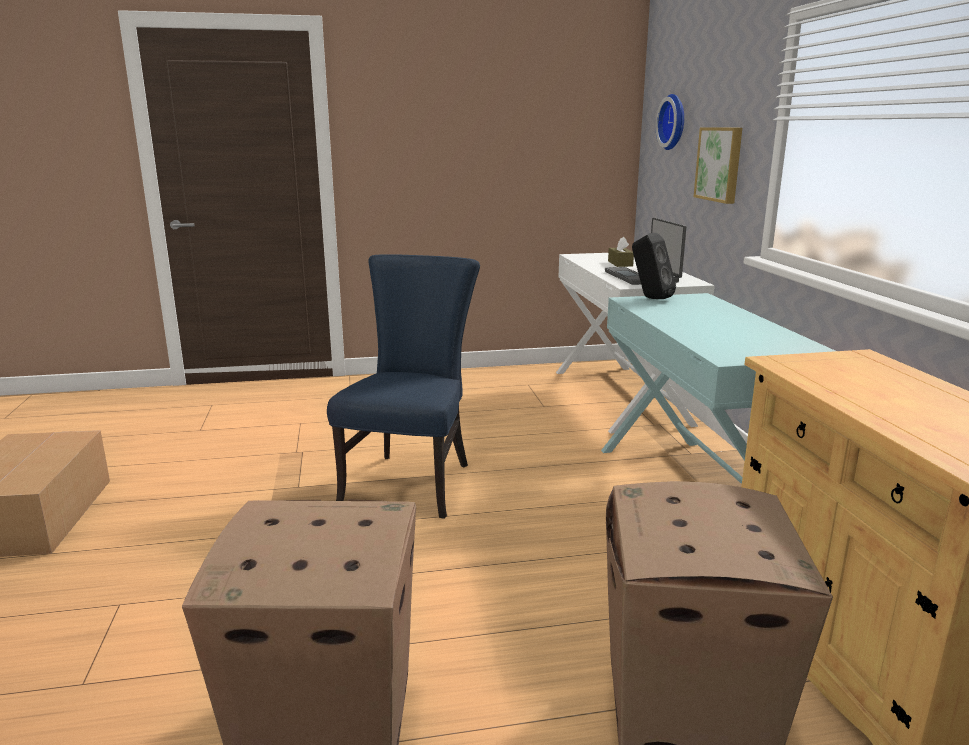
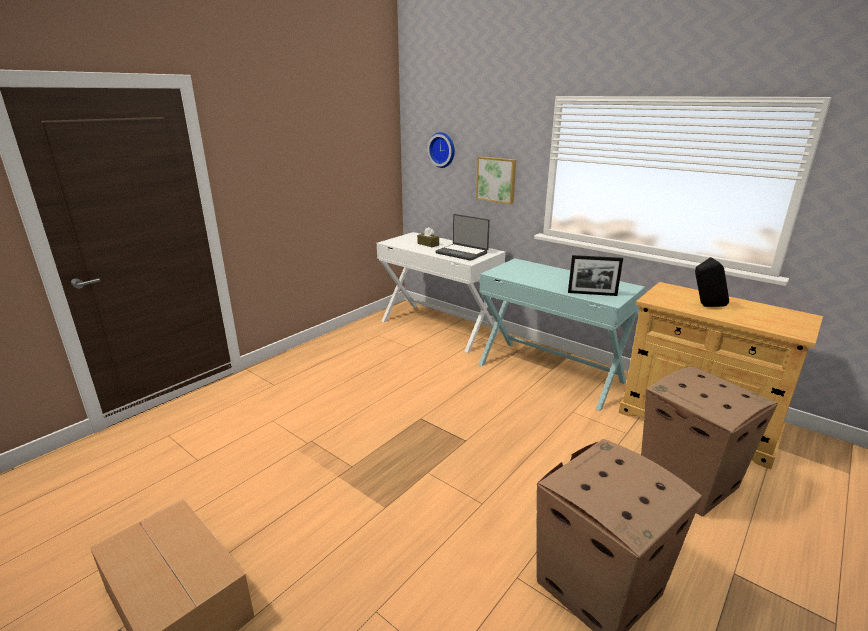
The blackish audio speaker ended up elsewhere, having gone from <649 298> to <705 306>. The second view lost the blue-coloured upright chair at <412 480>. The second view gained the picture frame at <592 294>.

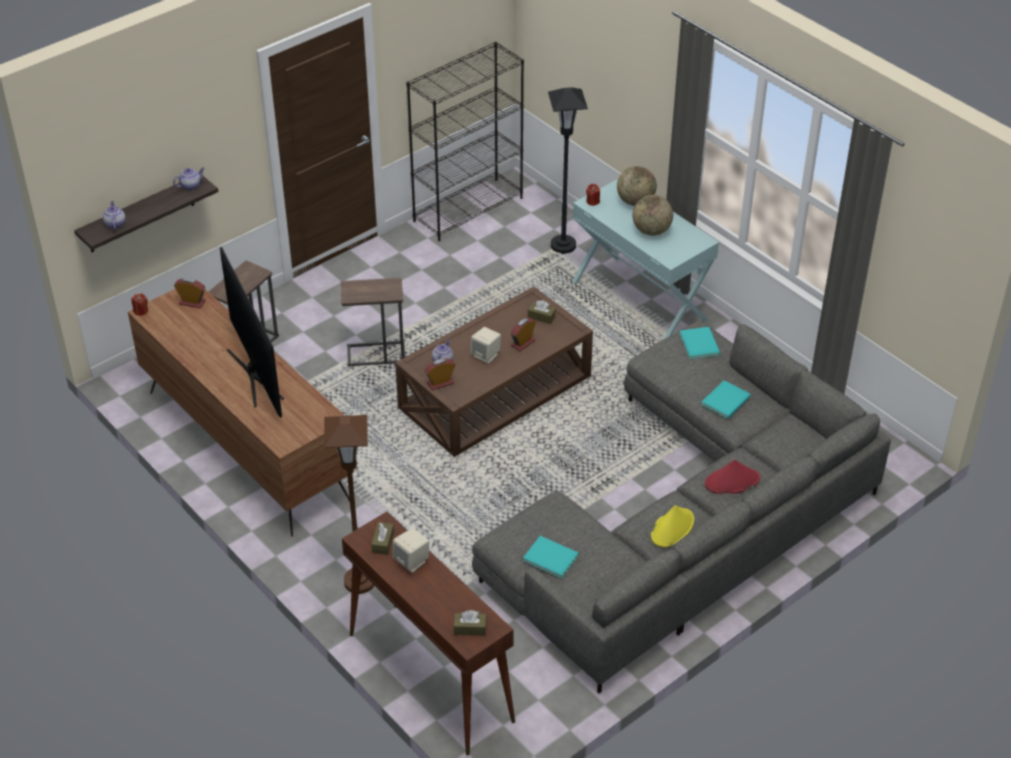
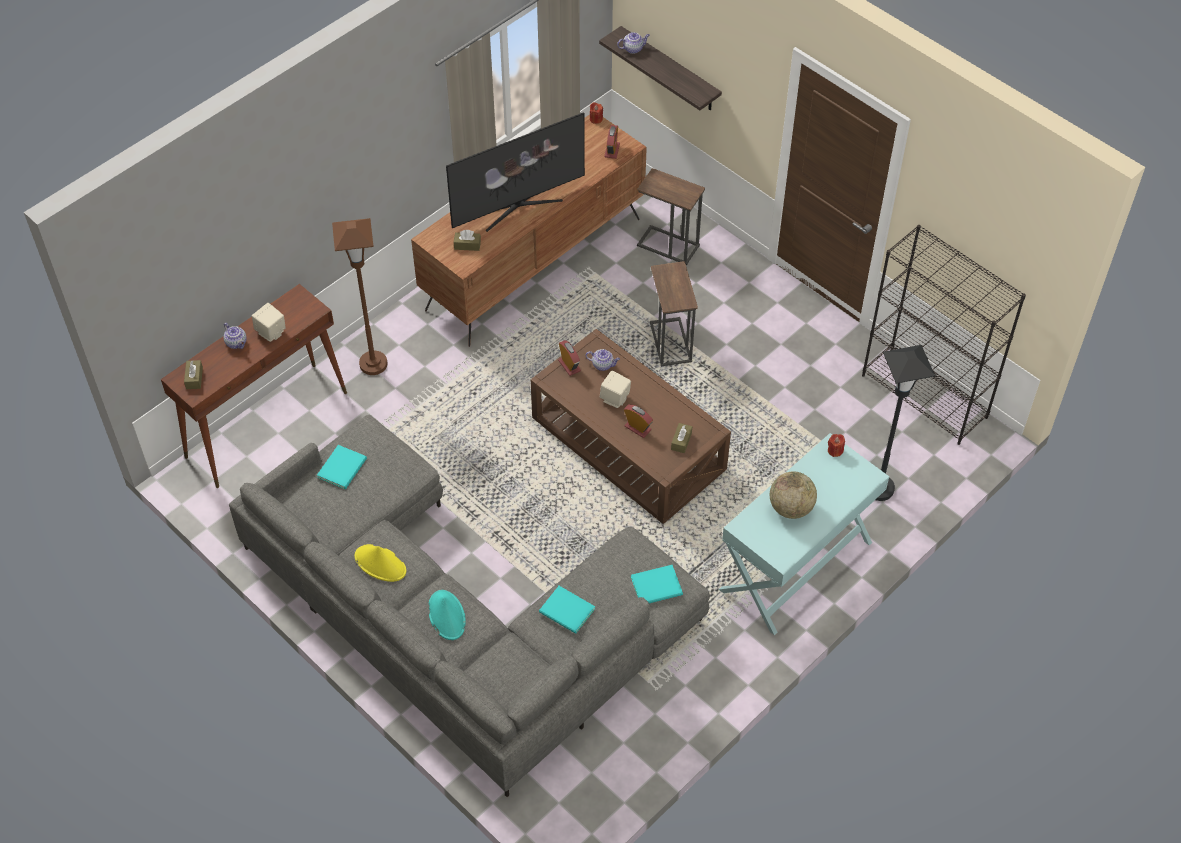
The second view lost the desk globe at <635 201>. The teapot ended up elsewhere, having gone from <191 185> to <237 343>. What was the red hat at <732 481> turned into the turquoise-coloured hat at <446 615>. The brown-coloured tissue box ended up elsewhere, having gone from <383 542> to <467 245>.

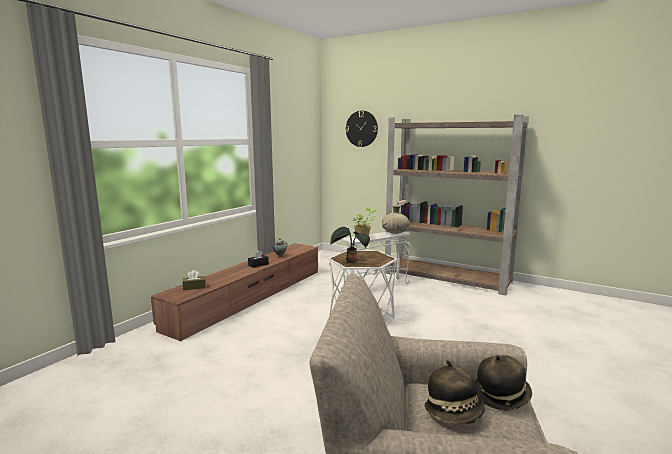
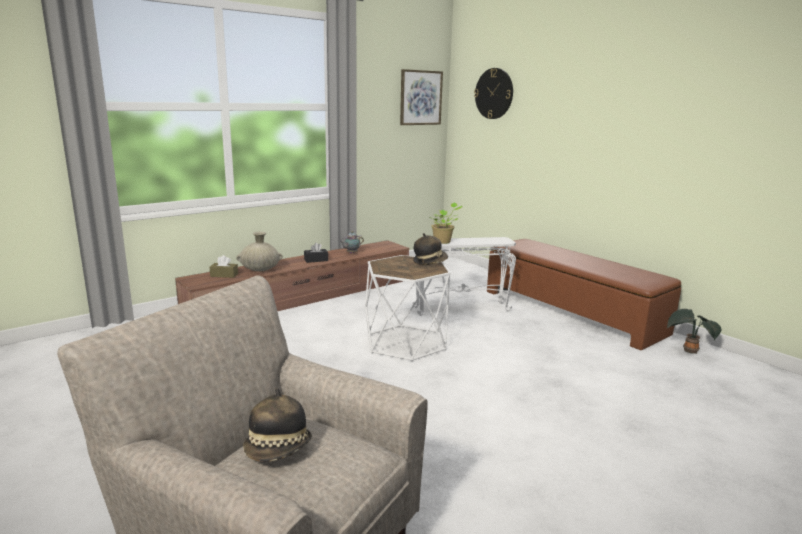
Where the brown-coloured bookcase stood at <446 277>, the brown-coloured bench came to stand at <572 311>. The beige decorative vase ended up elsewhere, having gone from <395 232> to <260 269>. The houseplant ended up elsewhere, having gone from <350 262> to <688 351>. The hat ended up elsewhere, having gone from <501 395> to <430 262>. The second view gained the picture at <420 98>.

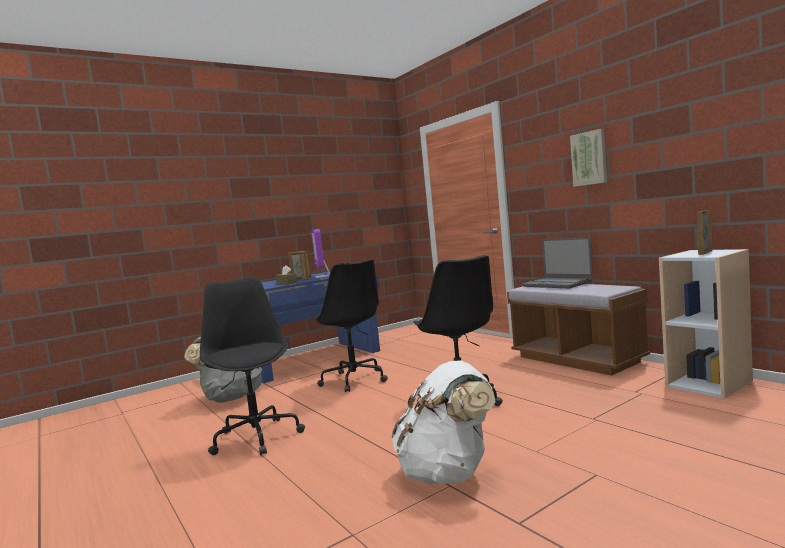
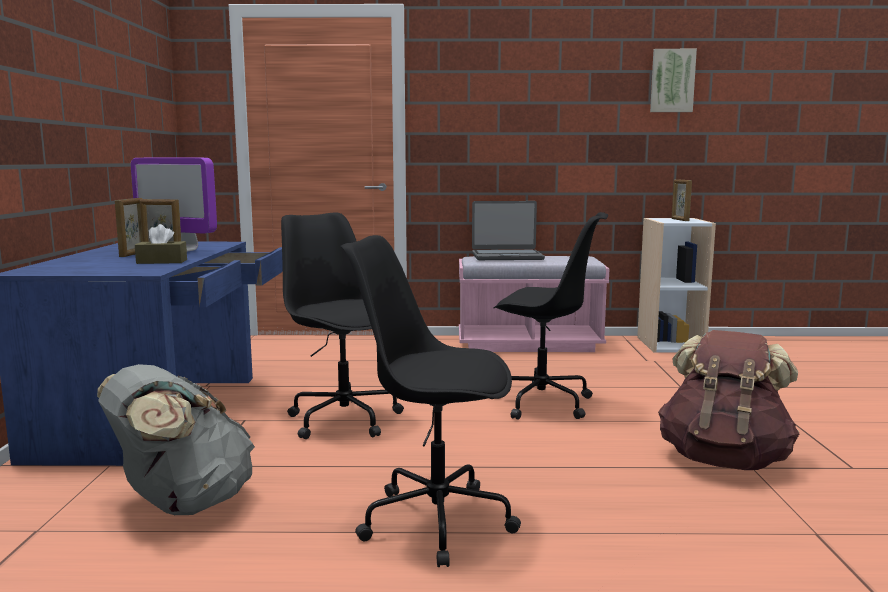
The picture ended up elsewhere, having gone from <589 158> to <672 81>. The blackish computer chair at <355 381> ended up facing another way, 135 degrees counterclockwise from before. What was the brown-coloured bench at <577 359> turned into the pink-coloured bench at <528 344>. What was the whitish rucksack at <448 473> turned into the brown-coloured rucksack at <724 460>.

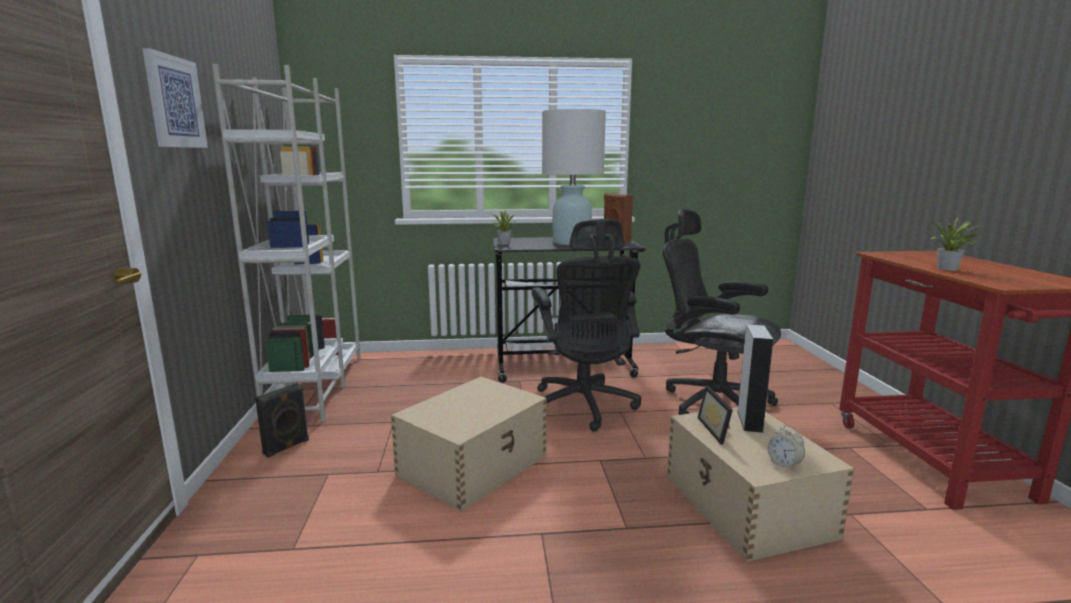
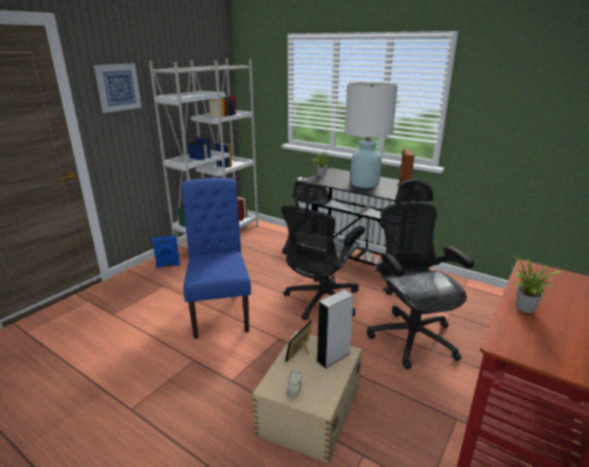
Where the beige storage box stood at <474 465>, the blue-coloured upright chair came to stand at <220 310>. What was the blackish audio speaker at <287 447> turned into the blue-coloured audio speaker at <168 265>.

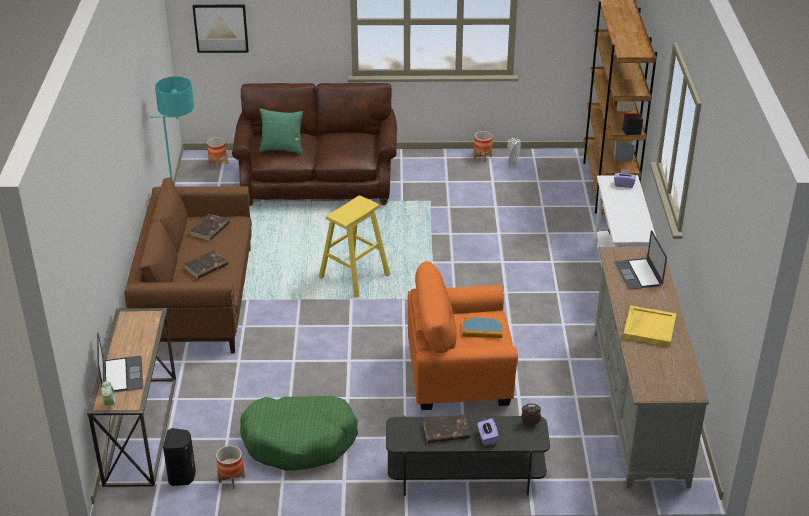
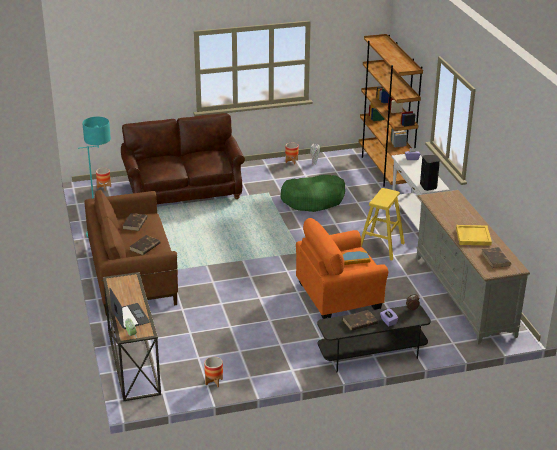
The second view lost the picture at <221 28>. The second view lost the greenish pillow at <282 150>. The yellowish stool ended up elsewhere, having gone from <354 276> to <381 247>. The second view lost the portable computer at <638 274>. The greenish pet bed ended up elsewhere, having gone from <299 440> to <313 200>. The blackish audio speaker ended up elsewhere, having gone from <182 476> to <429 186>. The second view gained the brown-coloured bound book at <496 259>.

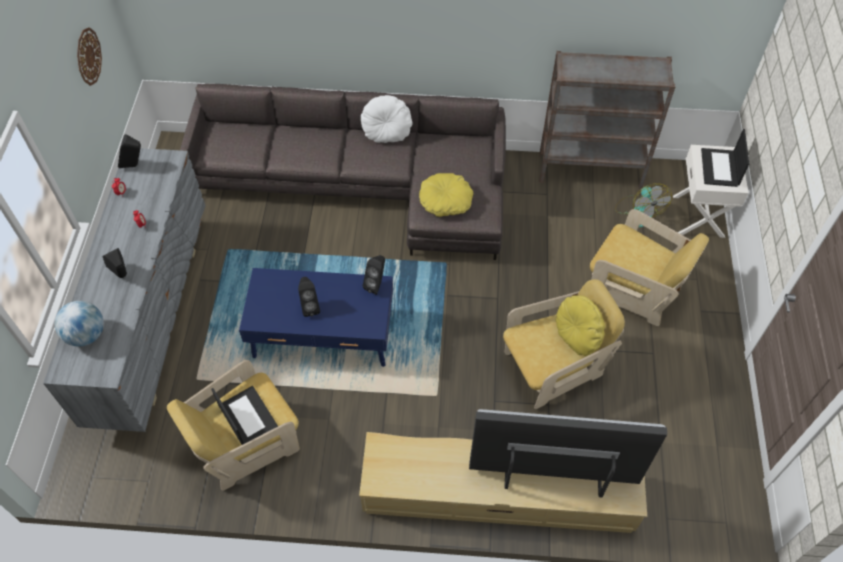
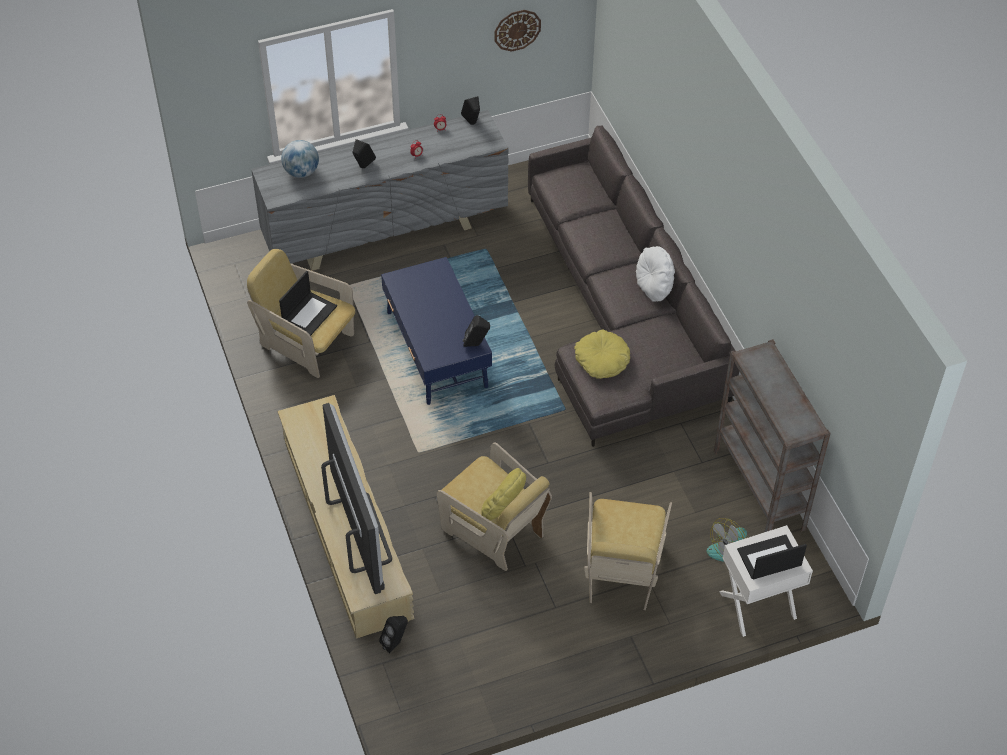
The blackish audio speaker ended up elsewhere, having gone from <310 306> to <395 643>.

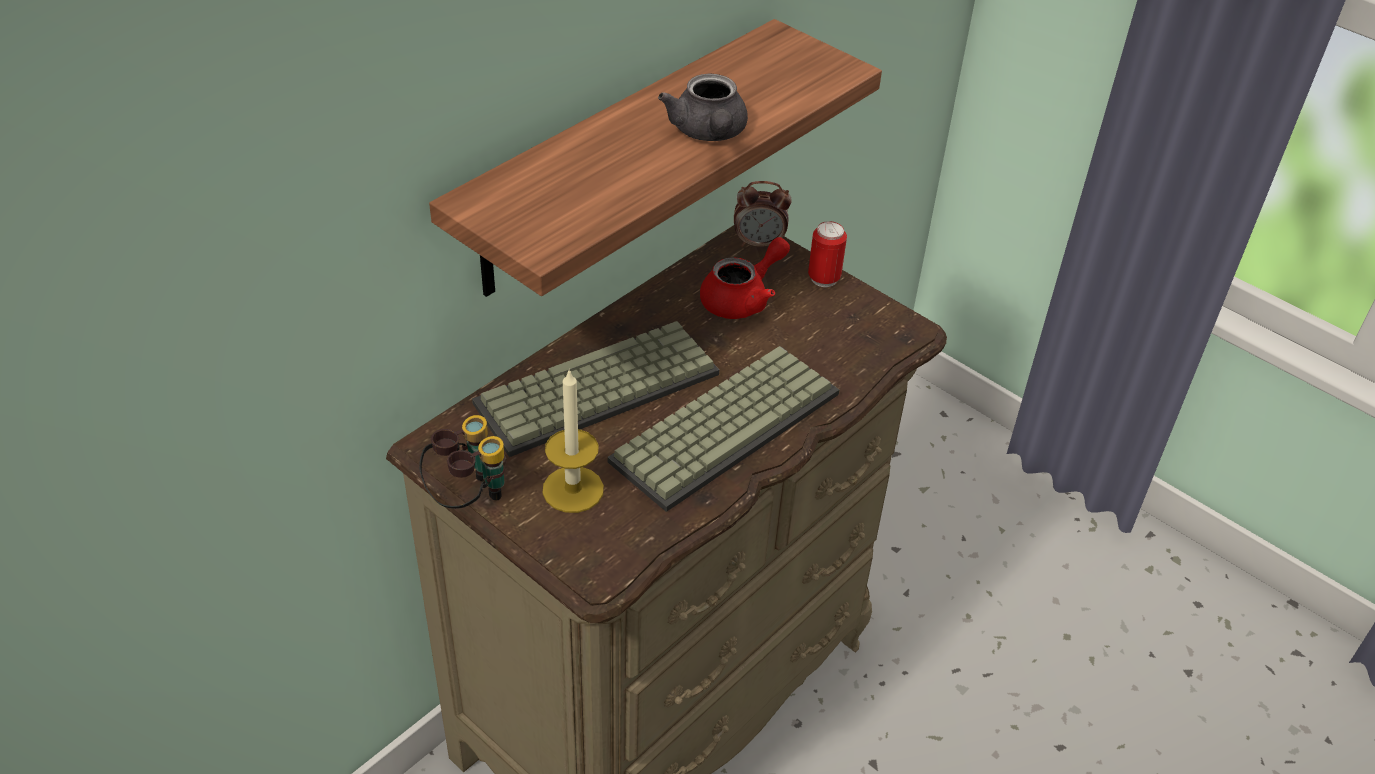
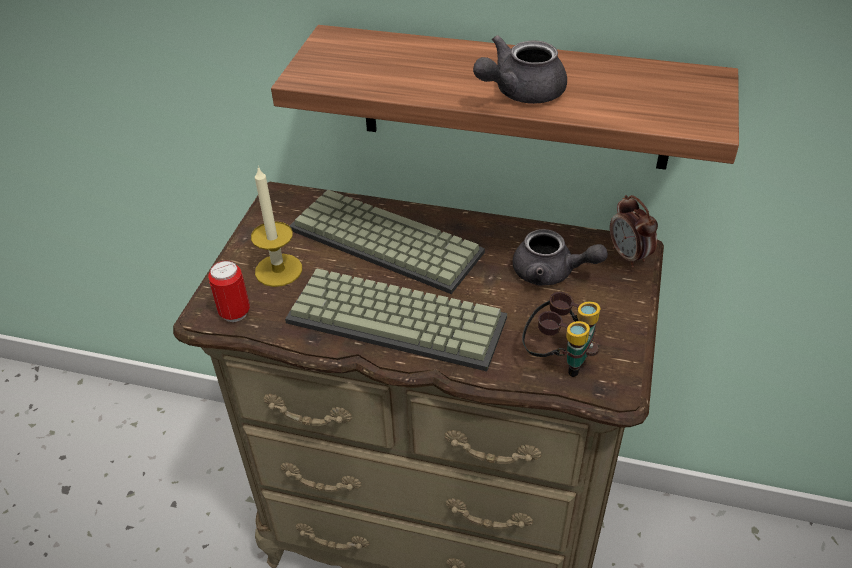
The sealed can ended up elsewhere, having gone from <823 279> to <235 313>. What was the red teapot at <742 298> turned into the gray teapot at <551 273>. The pair of binoculars ended up elsewhere, having gone from <468 496> to <559 358>.

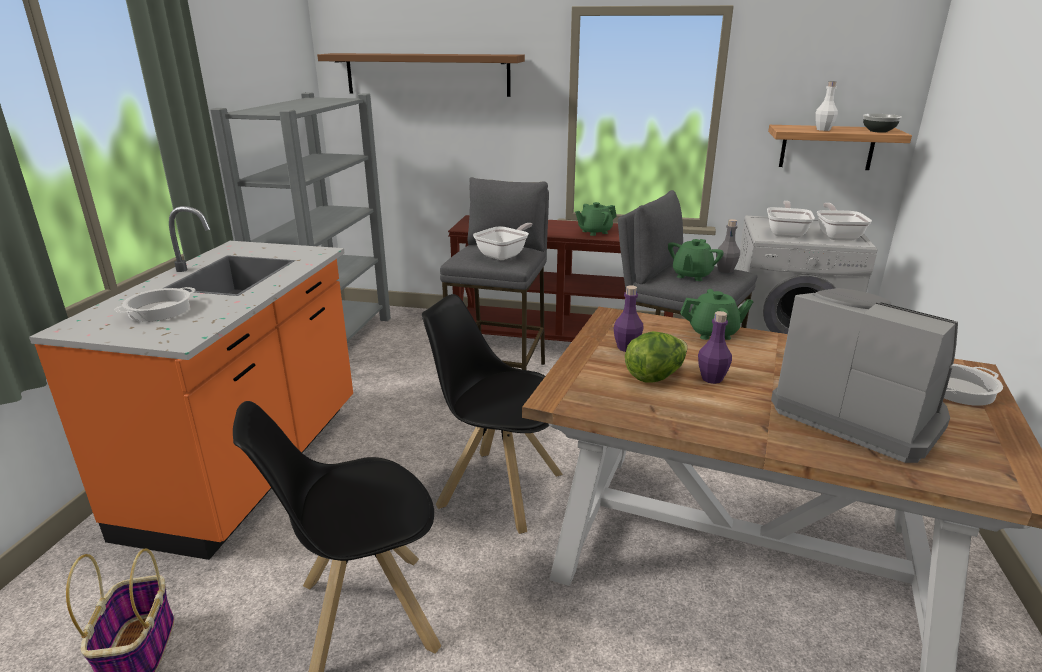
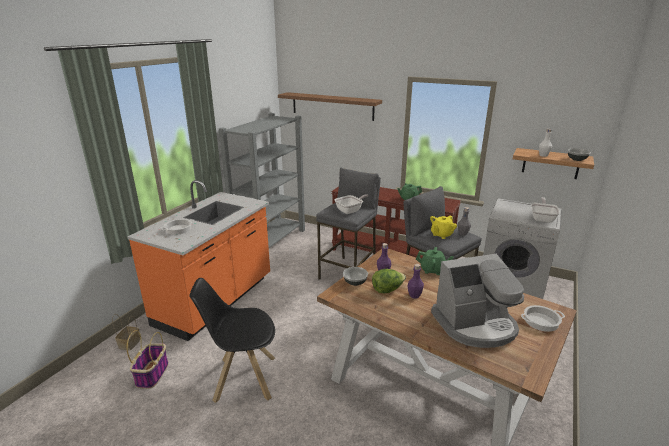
The second view lost the frying pan at <786 233>. What was the greenish teapot at <691 275> turned into the yellowish teapot at <441 235>. The coffee maker at <858 413> ended up facing another way, 105 degrees clockwise from before. The second view lost the blackish upright chair at <497 488>. The second view gained the bowl at <355 282>. The second view gained the storage basket at <129 343>.

